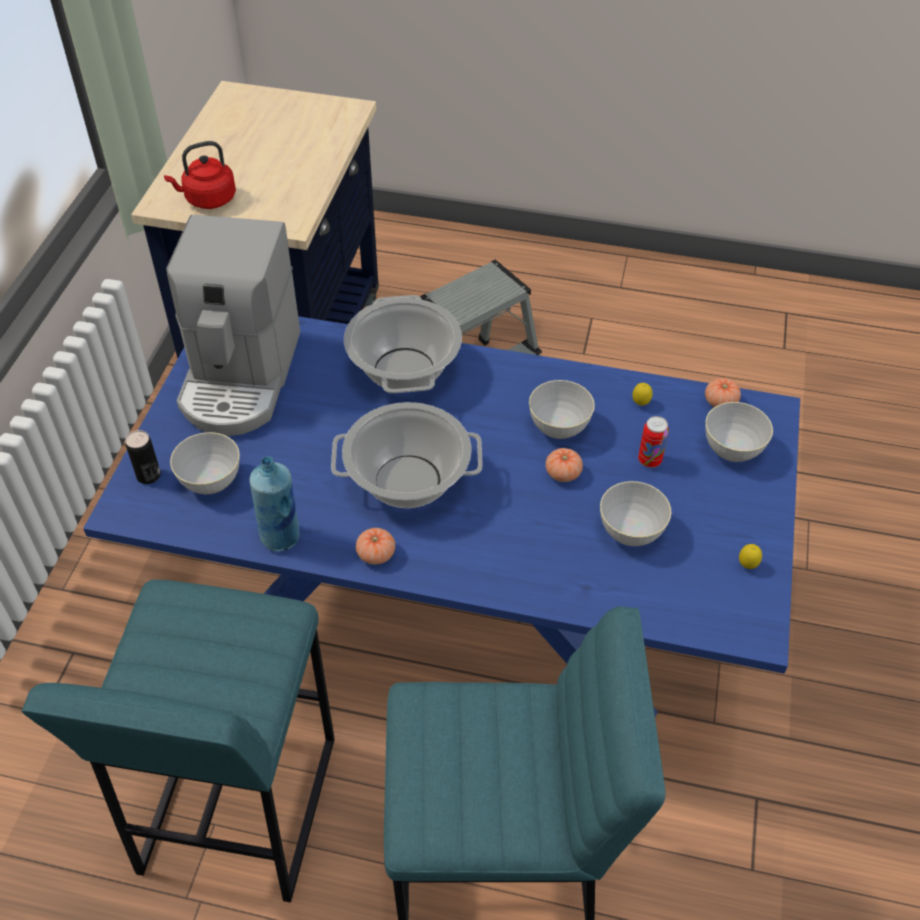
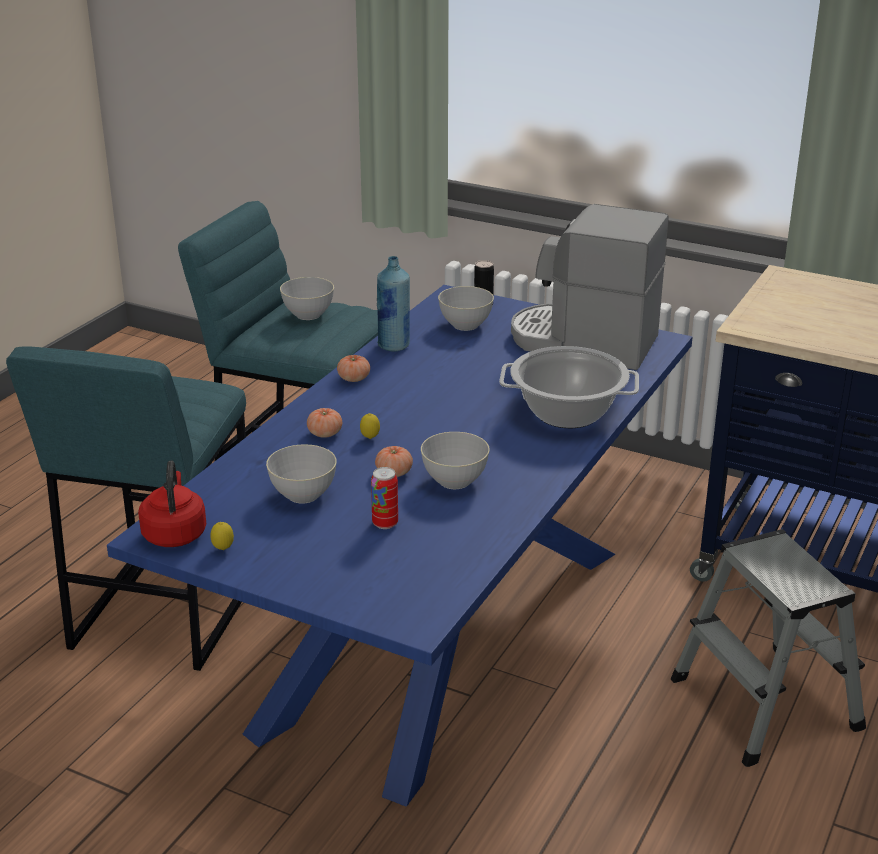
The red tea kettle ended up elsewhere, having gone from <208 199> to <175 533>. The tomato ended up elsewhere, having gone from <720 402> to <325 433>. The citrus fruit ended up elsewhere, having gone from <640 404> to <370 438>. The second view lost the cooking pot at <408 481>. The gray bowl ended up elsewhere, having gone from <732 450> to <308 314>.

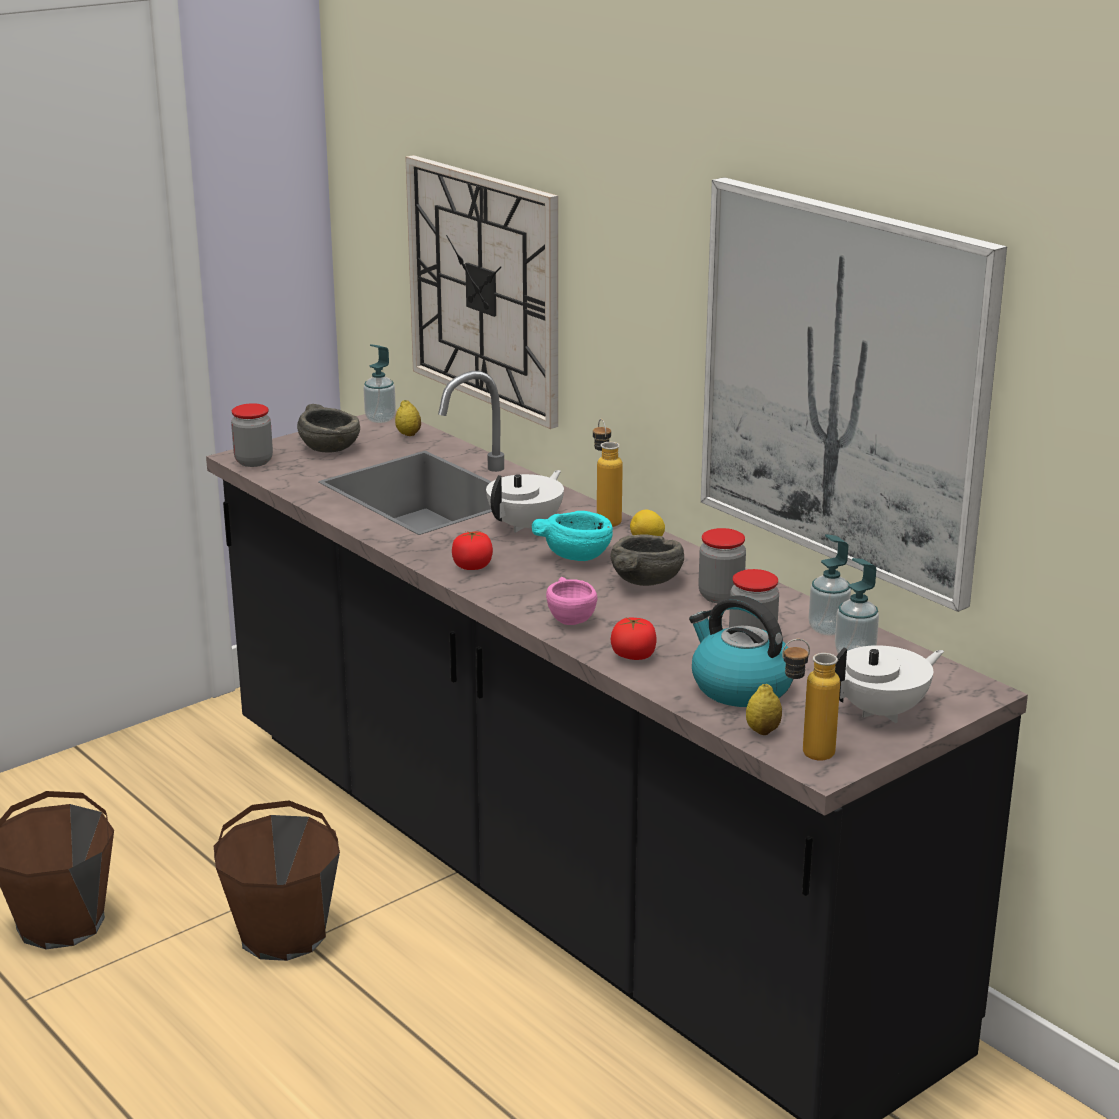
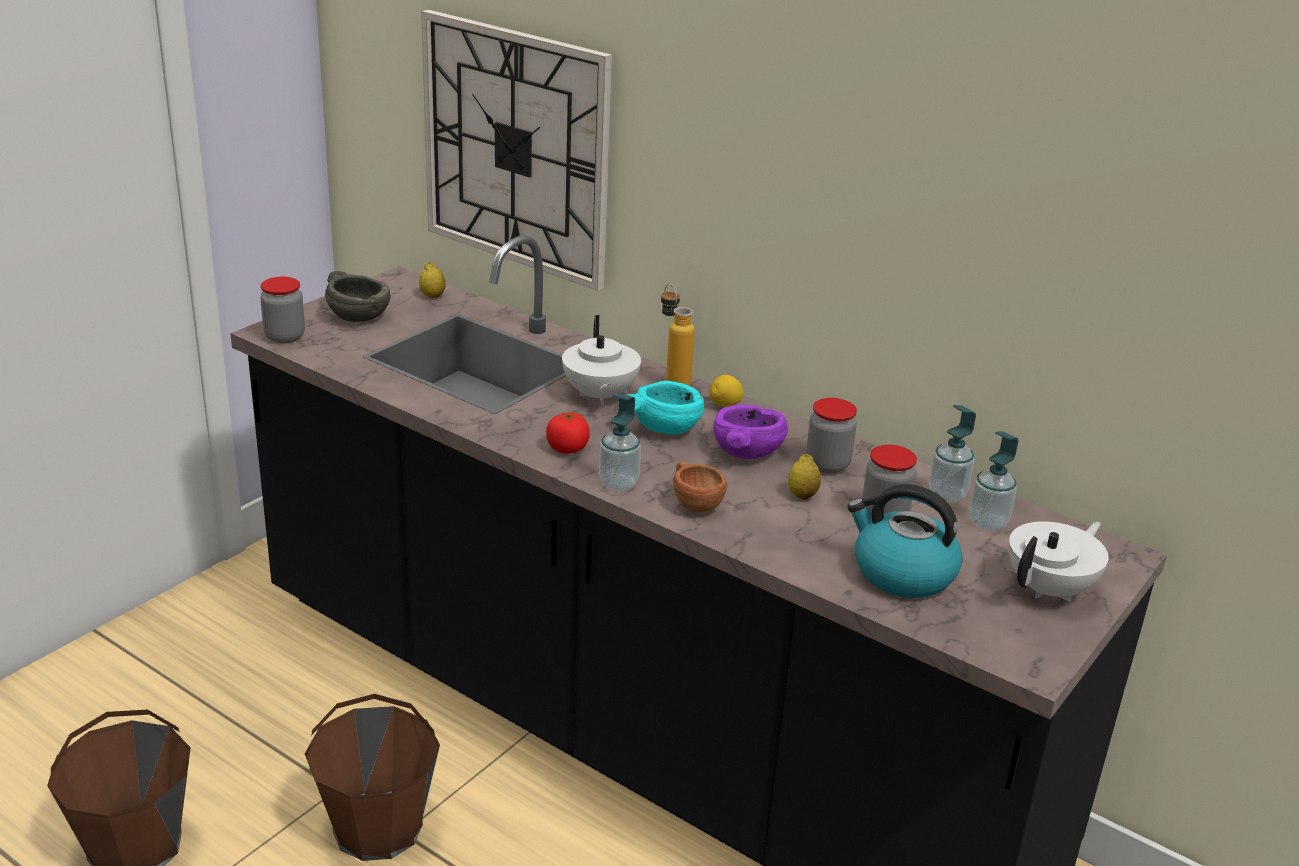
The second view lost the picture at <843 386>. The liquid soap bottle ended up elsewhere, having gone from <380 419> to <618 483>. The whitish teapot at <526 526> ended up facing another way, 150 degrees clockwise from before. What was the gray bowl at <645 580> turned into the purple-coloured bowl at <746 452>. What was the pink-coloured small cup at <569 617> turned into the brown-coloured small cup at <693 503>. The second view lost the tomato at <633 656>. The second view lost the drink bottle at <805 755>. The citrus fruit ended up elsewhere, having gone from <763 731> to <802 495>.

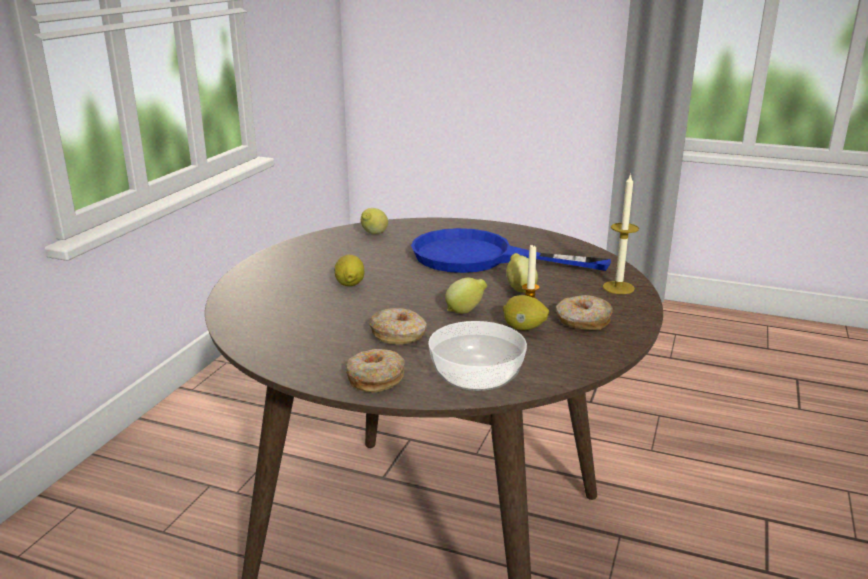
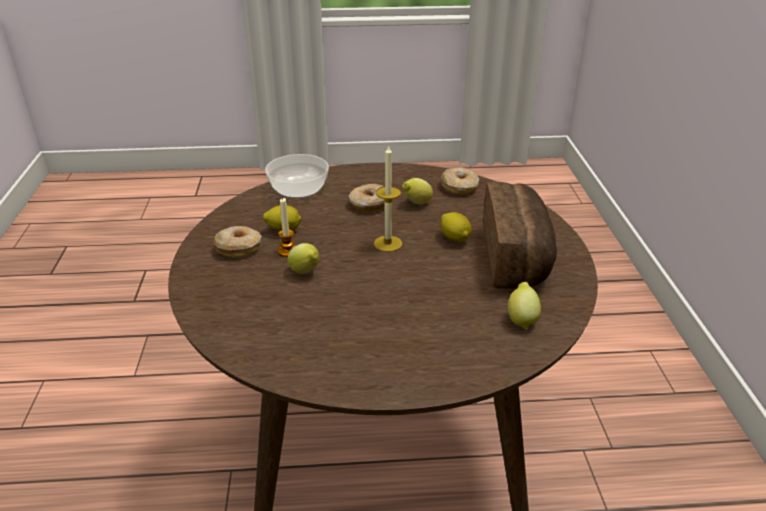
The candle ended up elsewhere, having gone from <618 287> to <388 243>. The second view lost the blue-coloured frying pan at <480 257>. The citrus fruit ended up elsewhere, having gone from <465 311> to <416 204>. The donut ended up elsewhere, having gone from <375 379> to <459 187>. The second view gained the baked bread at <518 257>.

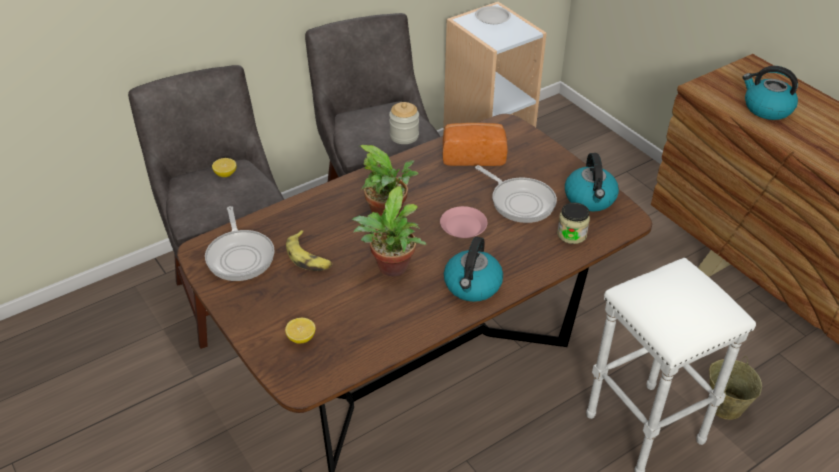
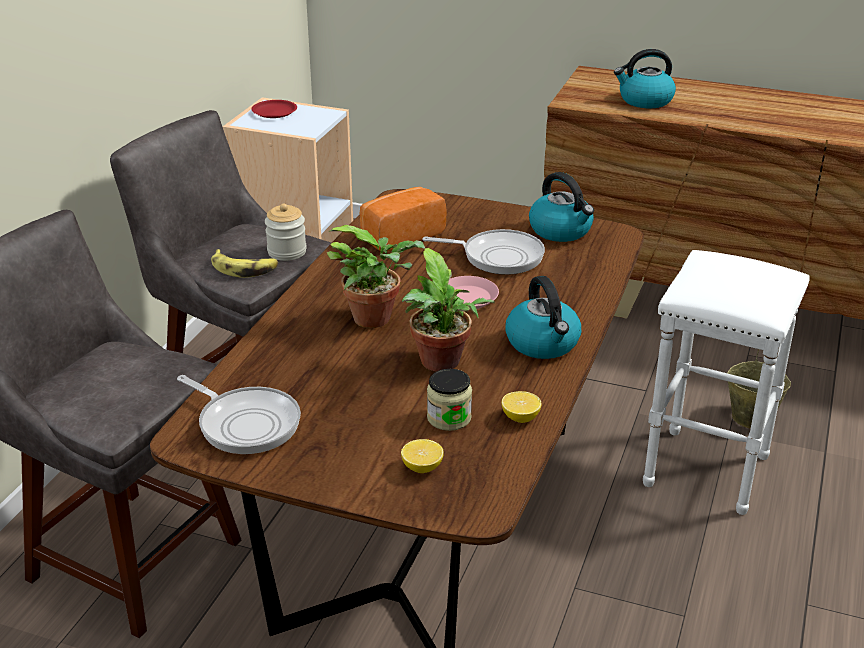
What was the whitish dinner plate at <492 18> turned into the red dinner plate at <274 112>. The citrus fruit ended up elsewhere, having gone from <225 174> to <520 417>. The jar ended up elsewhere, having gone from <571 234> to <449 418>. The banana ended up elsewhere, having gone from <309 257> to <244 269>.

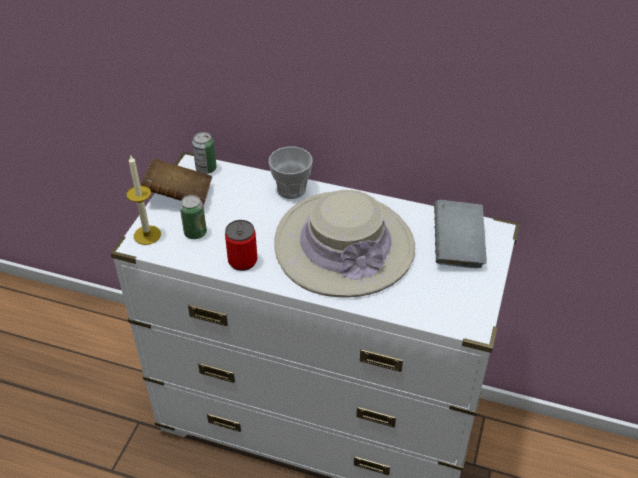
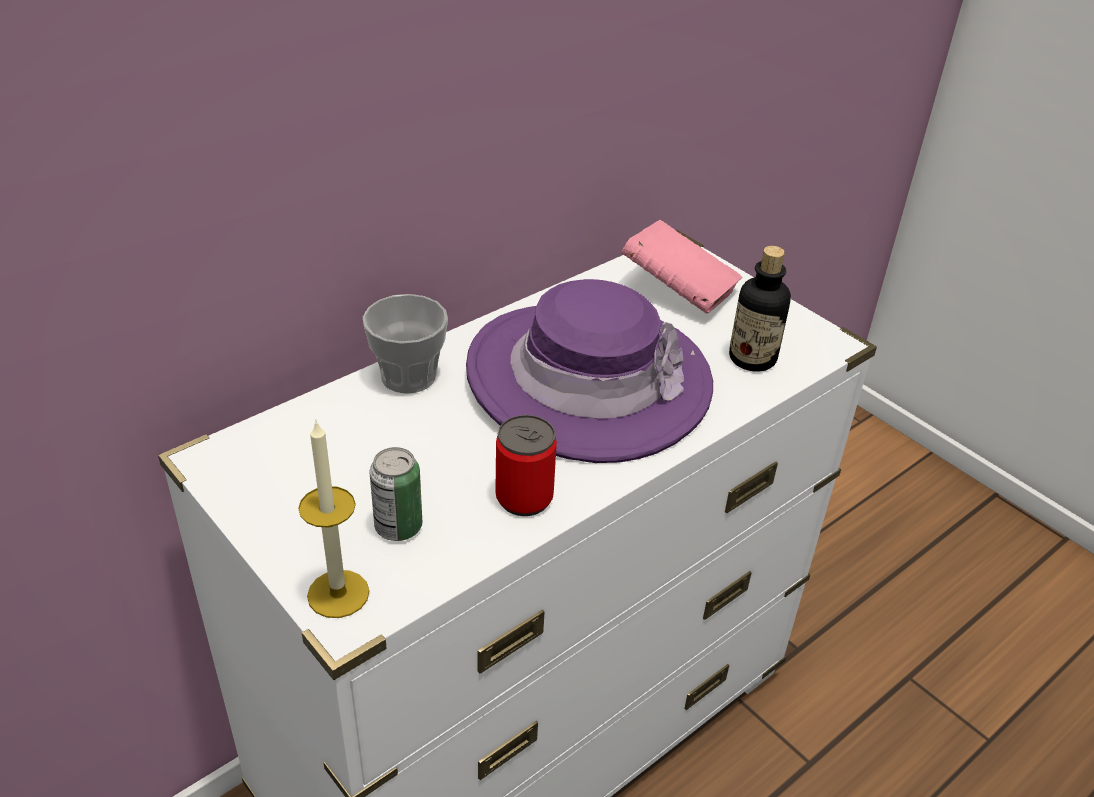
The second view lost the sealed can at <206 169>. The second view lost the brown-coloured bound book at <179 196>. What was the beige hat at <344 246> turned into the purple-coloured hat at <588 380>. What was the gray bound book at <457 247> turned into the pink-coloured bound book at <678 291>. The second view gained the drink bottle at <752 358>.

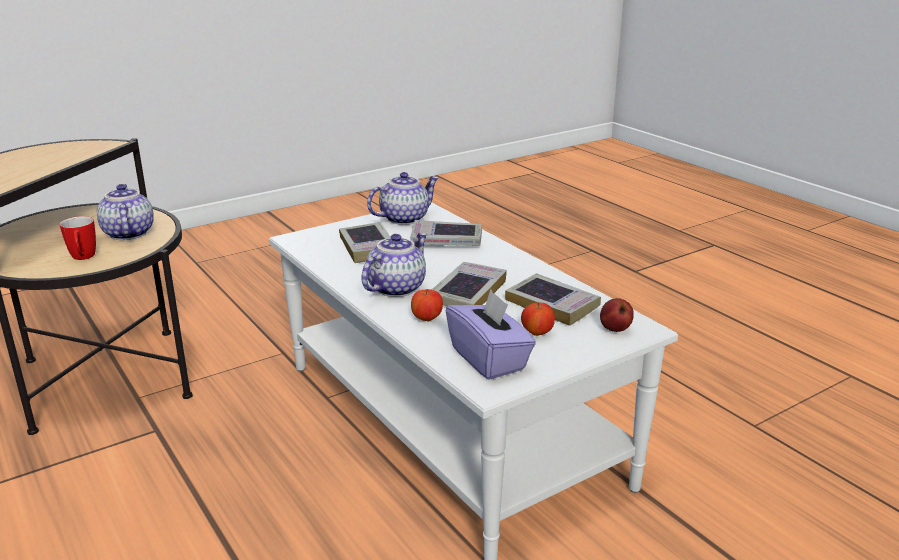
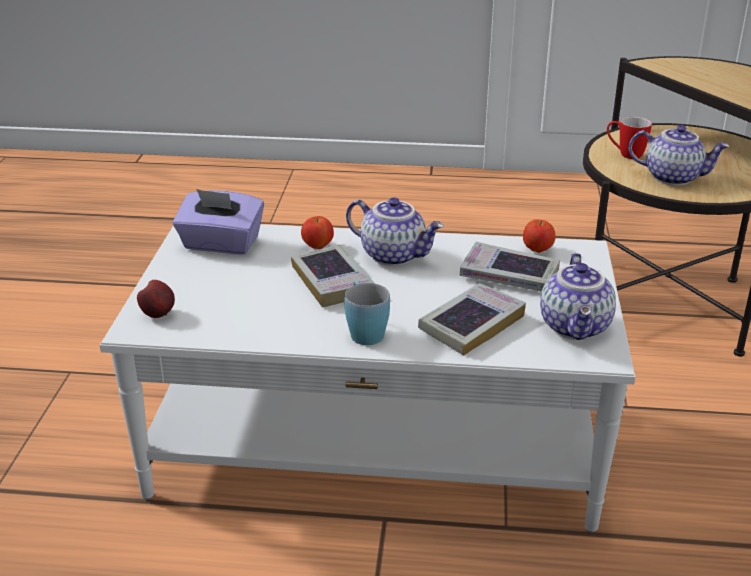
The teapot at <395 288> ended up facing another way, 45 degrees counterclockwise from before. The second view lost the bound book at <552 305>. The apple ended up elsewhere, having gone from <537 333> to <537 250>. The second view gained the blue-coloured mug at <364 331>.

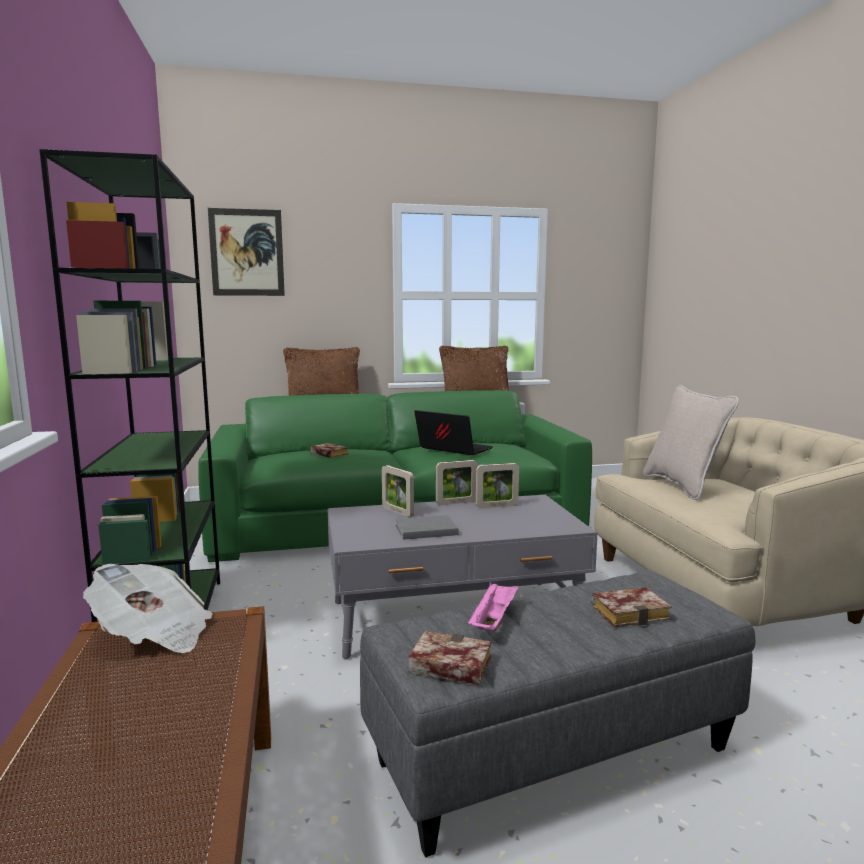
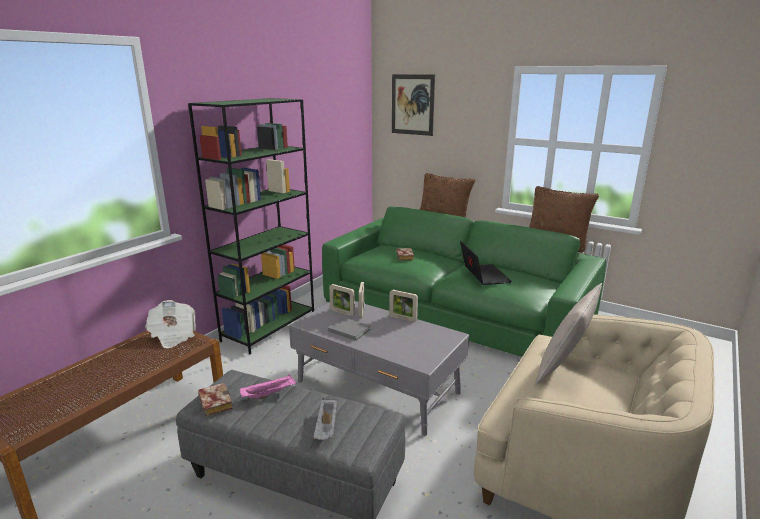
The picture frame ended up elsewhere, having gone from <497 506> to <342 312>. Where the bound book stood at <631 612>, the gray serving tray came to stand at <327 427>.

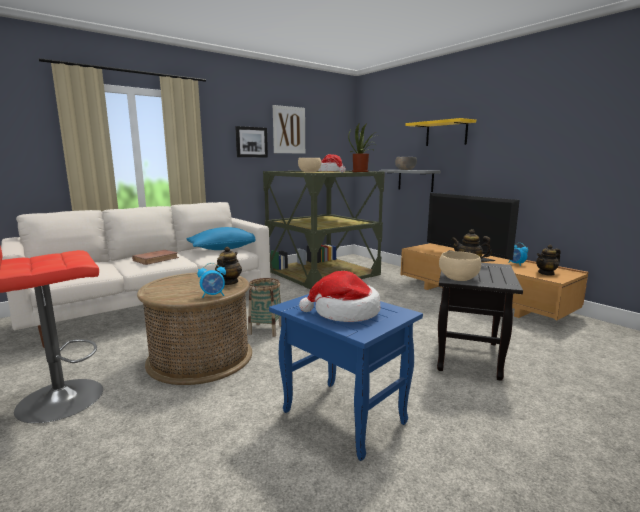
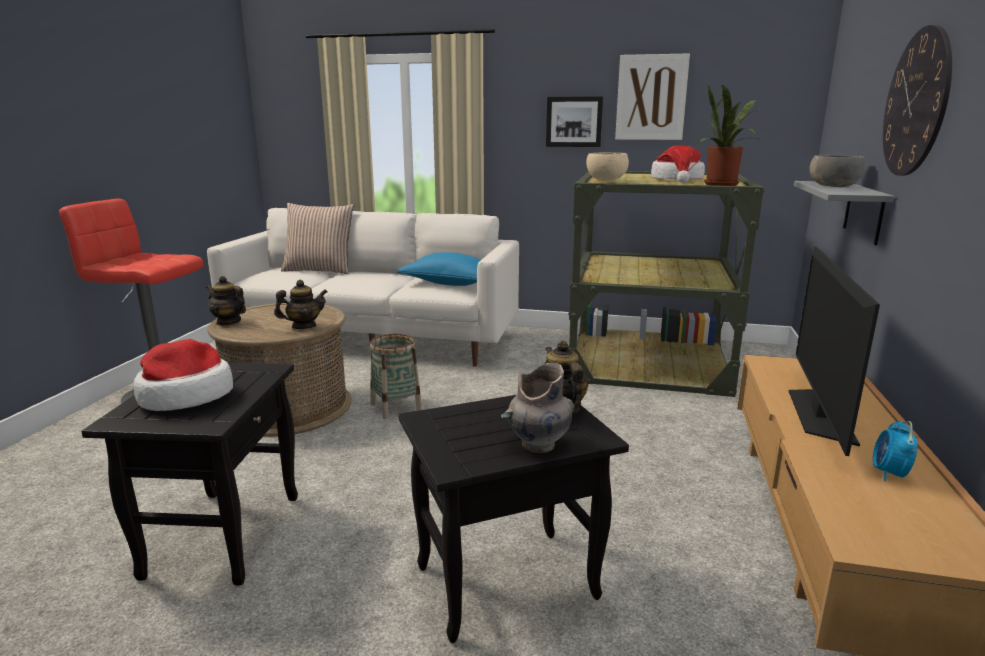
Where the yellowish bracket shelf hung at <446 133>, the hanging clock came to hang at <916 103>. The teapot ended up elsewhere, having gone from <546 273> to <228 322>. The second view lost the brown-coloured bound book at <156 259>. The second view lost the beige bowl at <458 278>. The second view lost the bedside clock at <213 295>. What was the blue-coloured end table at <341 417> turned into the blackish end table at <223 534>. The second view gained the pillow at <320 270>. The second view gained the gray decorative vase at <537 445>.

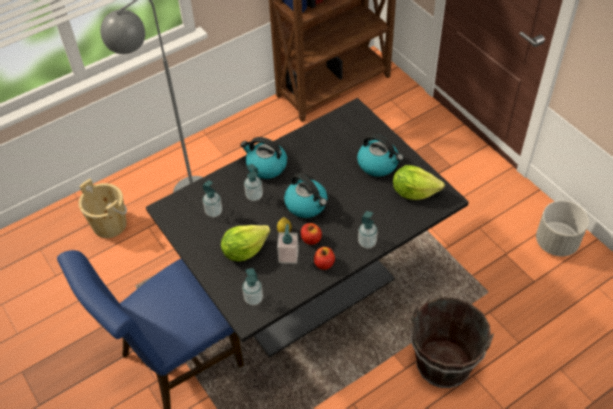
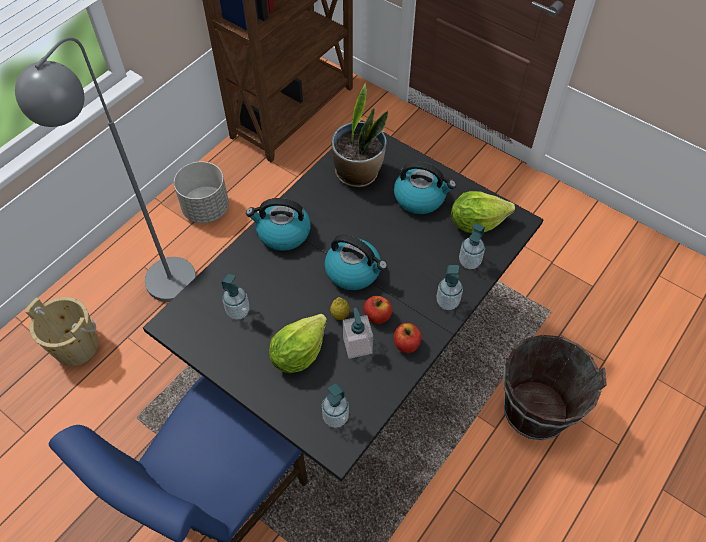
The liquid soap bottle ended up elsewhere, having gone from <254 196> to <469 261>. The gray planter ended up elsewhere, having gone from <556 243> to <206 209>. The second view gained the houseplant at <358 173>.

